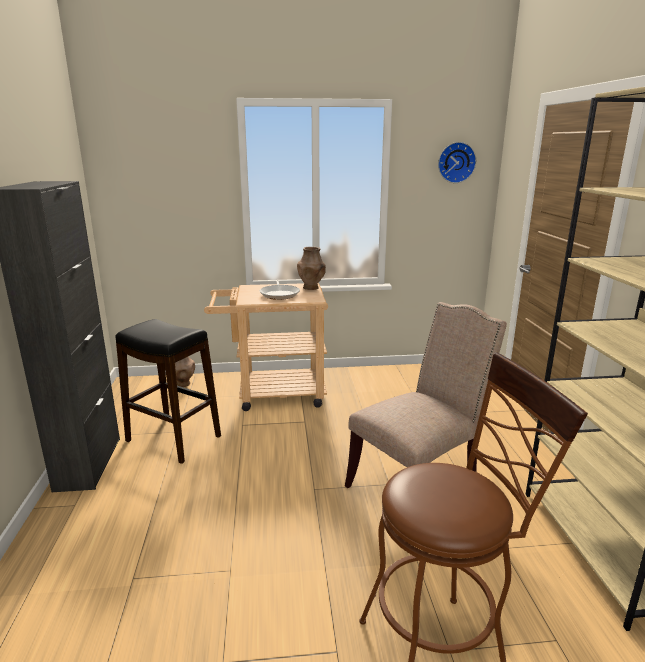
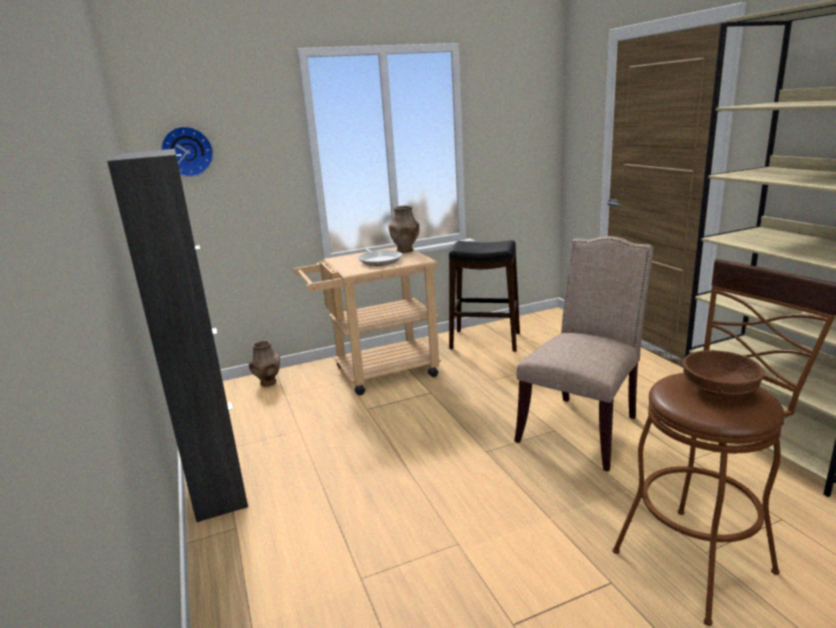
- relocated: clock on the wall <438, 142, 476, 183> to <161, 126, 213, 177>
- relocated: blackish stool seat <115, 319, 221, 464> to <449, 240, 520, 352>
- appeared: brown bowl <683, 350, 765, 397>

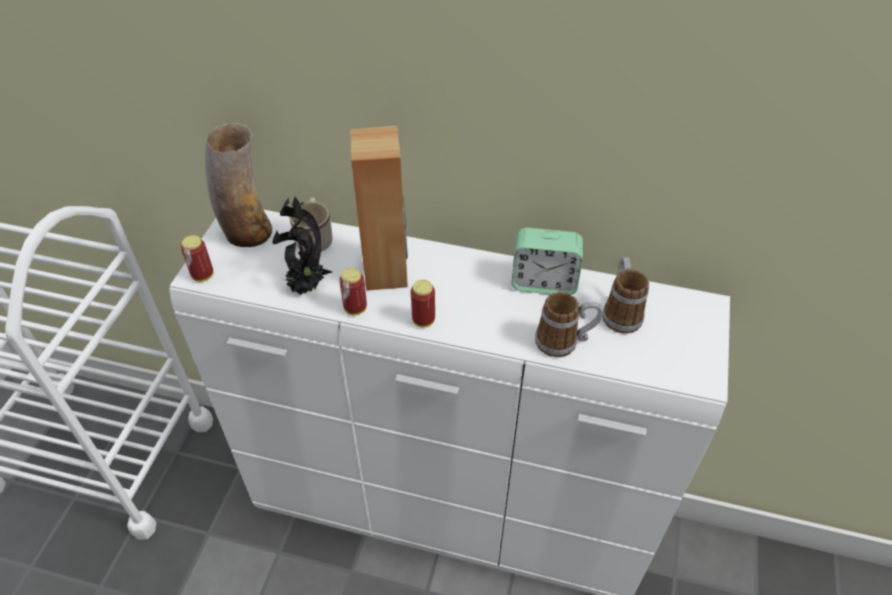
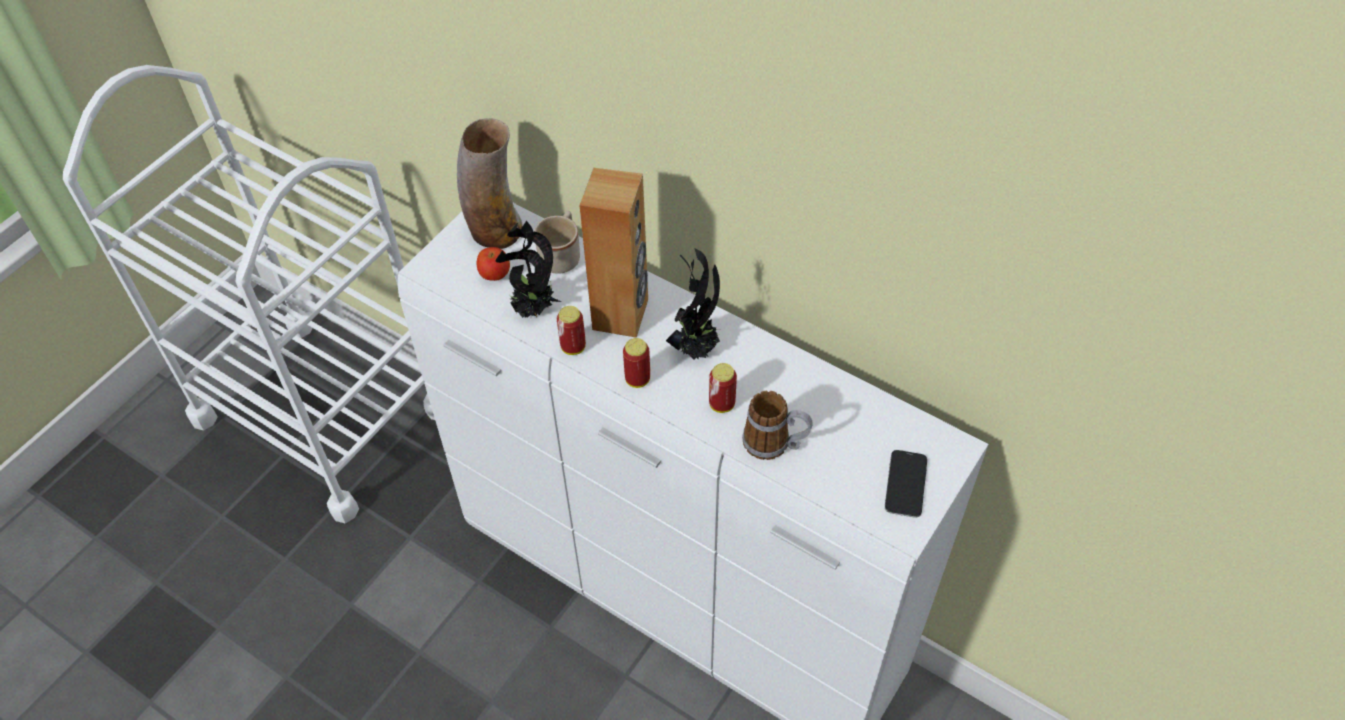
- appeared: whole apple <477, 247, 510, 281>
- appeared: potted plant <666, 248, 720, 360>
- relocated: can <181, 235, 214, 282> to <709, 363, 737, 413>
- appeared: telephone <885, 450, 927, 518>
- missing: table clock <512, 228, 583, 295>
- missing: coffee mug <602, 257, 649, 334>

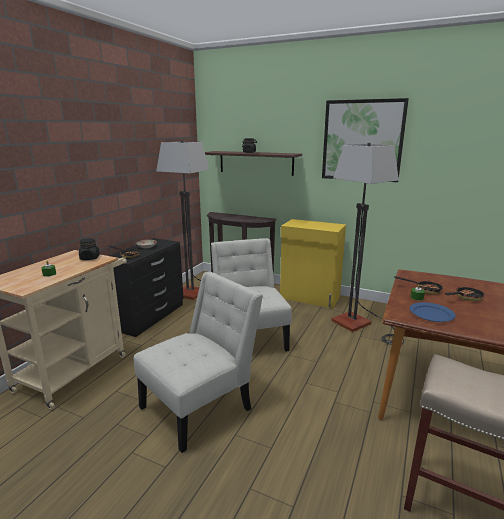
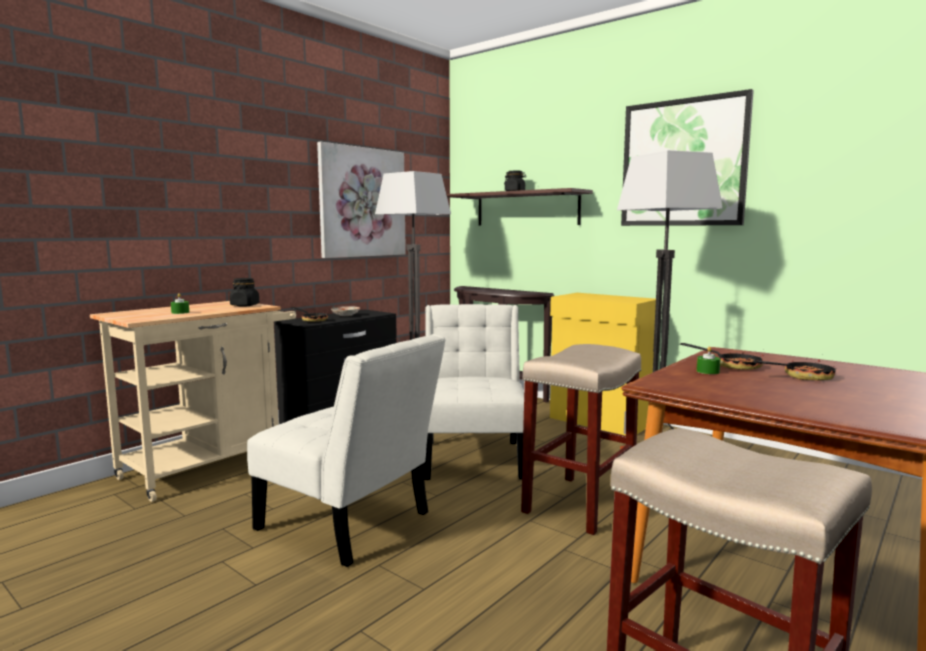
- spun: whitish plain chair <134, 272, 263, 453> = <247, 334, 446, 567> 60 degrees clockwise
- appeared: picture <317, 142, 406, 258>
- appeared: beige stool seat <521, 344, 641, 535>
- missing: blue-coloured plate <410, 302, 455, 322>

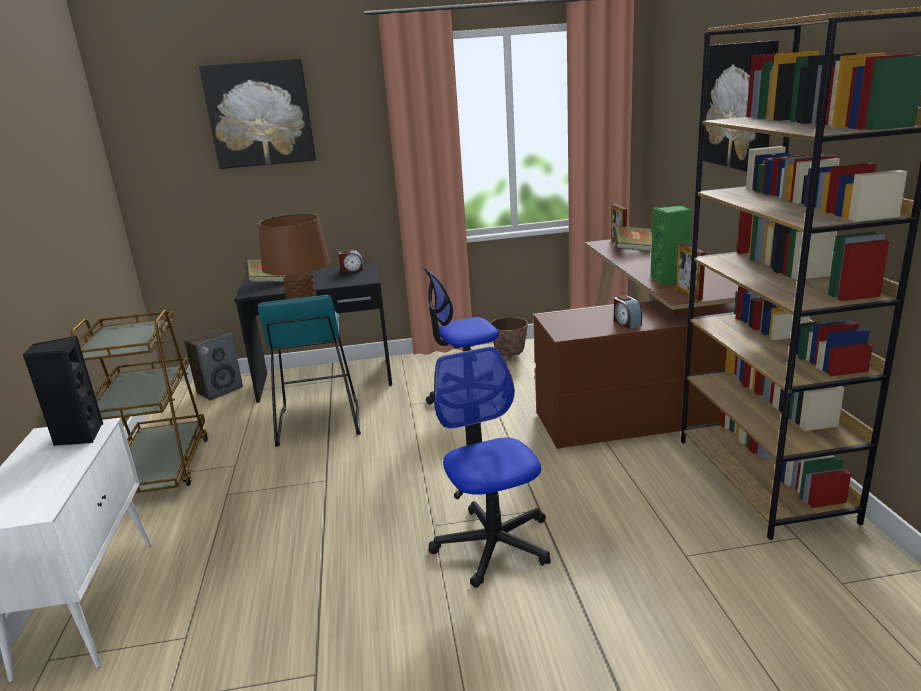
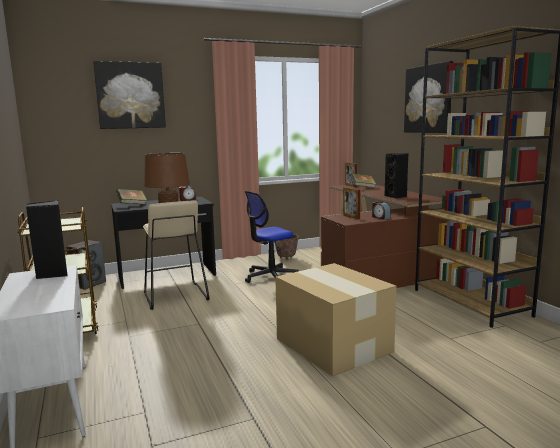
- colour: turquoise-coloured stool seat <258, 295, 361, 447> to beige stool seat <143, 200, 209, 310>
- exchanged: desk chair <429, 346, 551, 588> to packing box <275, 263, 396, 376>
- relocated: standing frame <676, 244, 706, 301> to <343, 188, 361, 219>
- colour: greenish loudspeaker <651, 205, 692, 286> to blackish loudspeaker <384, 153, 408, 199>

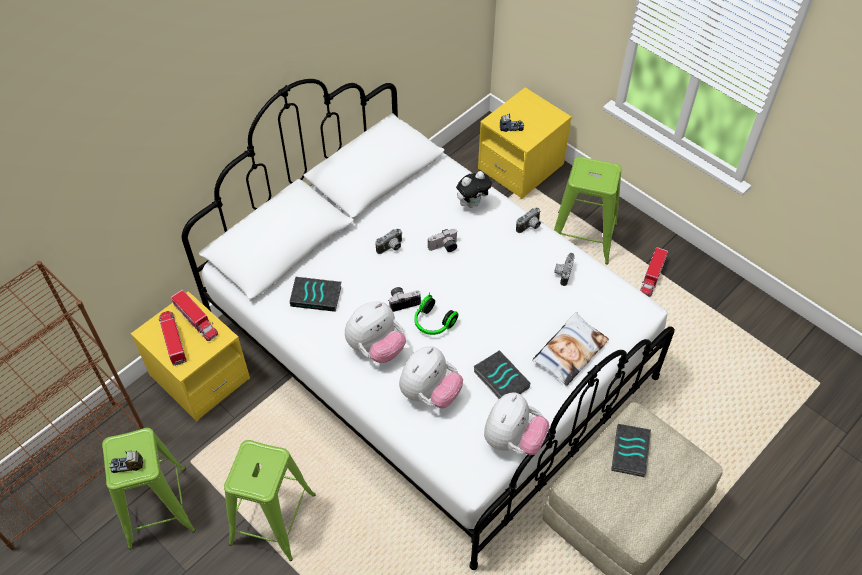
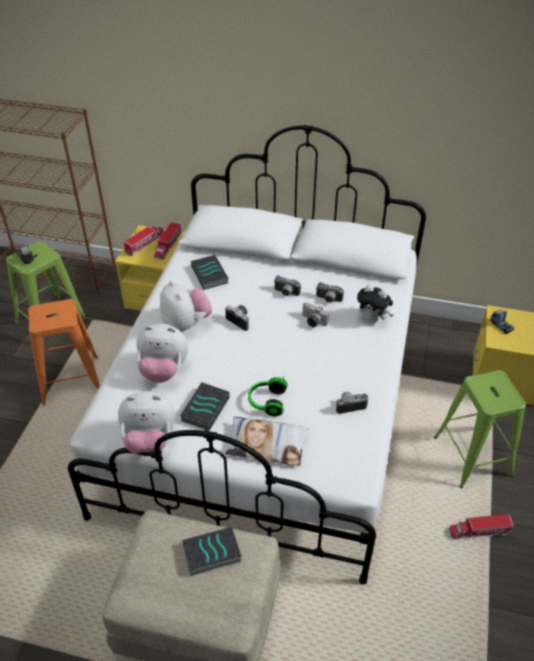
- colour: greenish stool seat <224, 440, 316, 561> to orangey stool seat <28, 299, 100, 405>
- spun: soft toy <345, 301, 406, 363> = <160, 281, 212, 332> 135 degrees counterclockwise
- relocated: headphones <415, 292, 459, 335> to <248, 377, 288, 417>
- relocated: still camera <516, 207, 541, 233> to <316, 282, 344, 303>

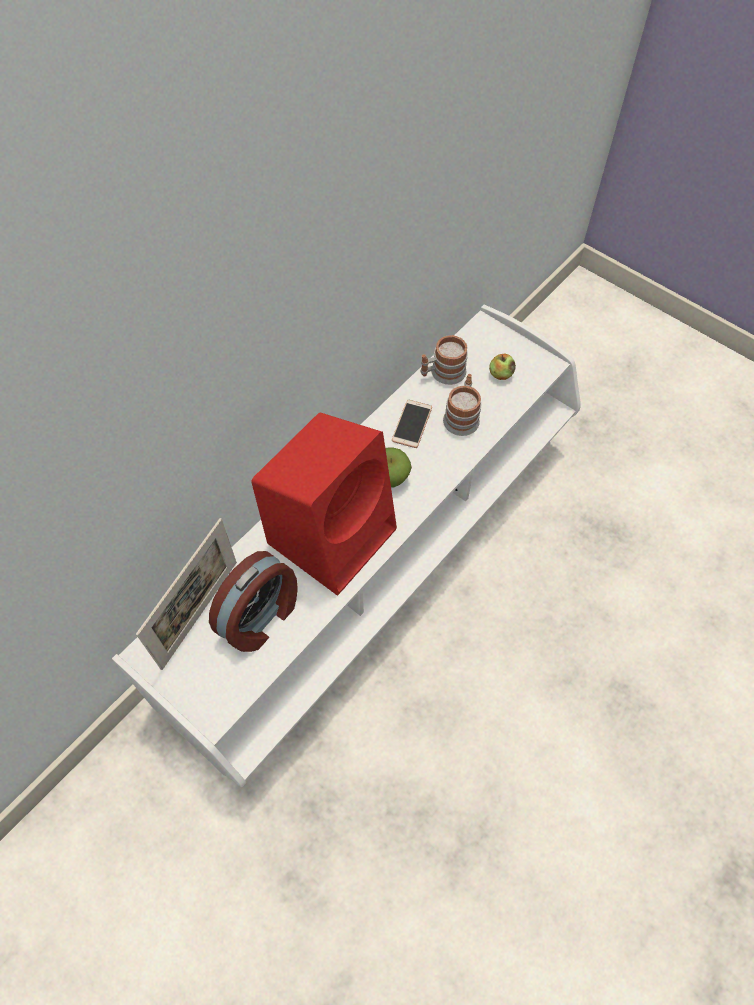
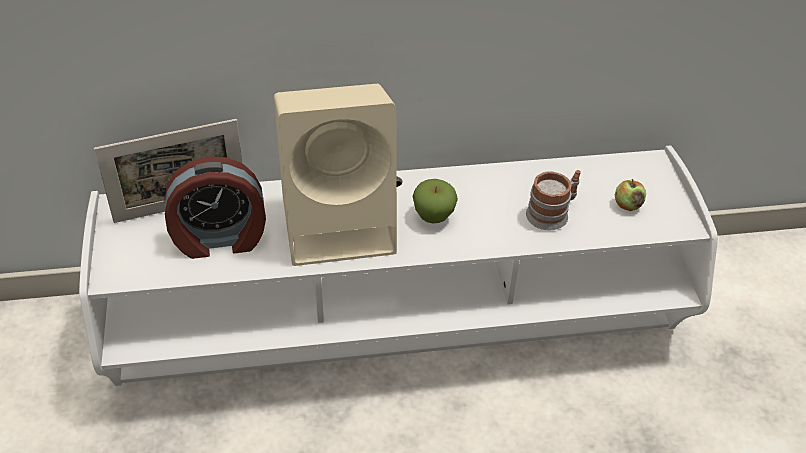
- colour: reddish loudspeaker <251, 412, 397, 596> to beige loudspeaker <274, 84, 397, 266>
- missing: telephone <392, 400, 432, 448>
- missing: coffee mug <420, 335, 468, 385>

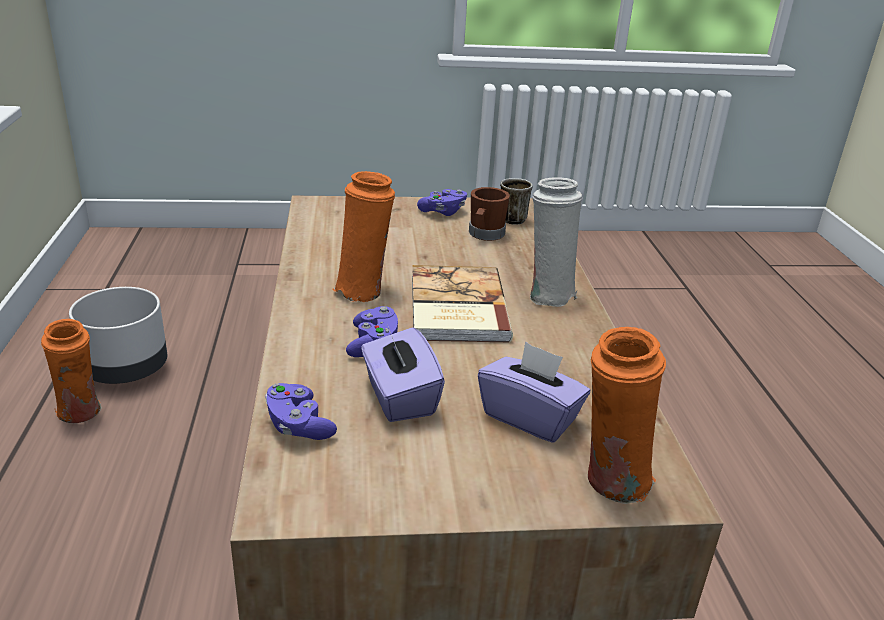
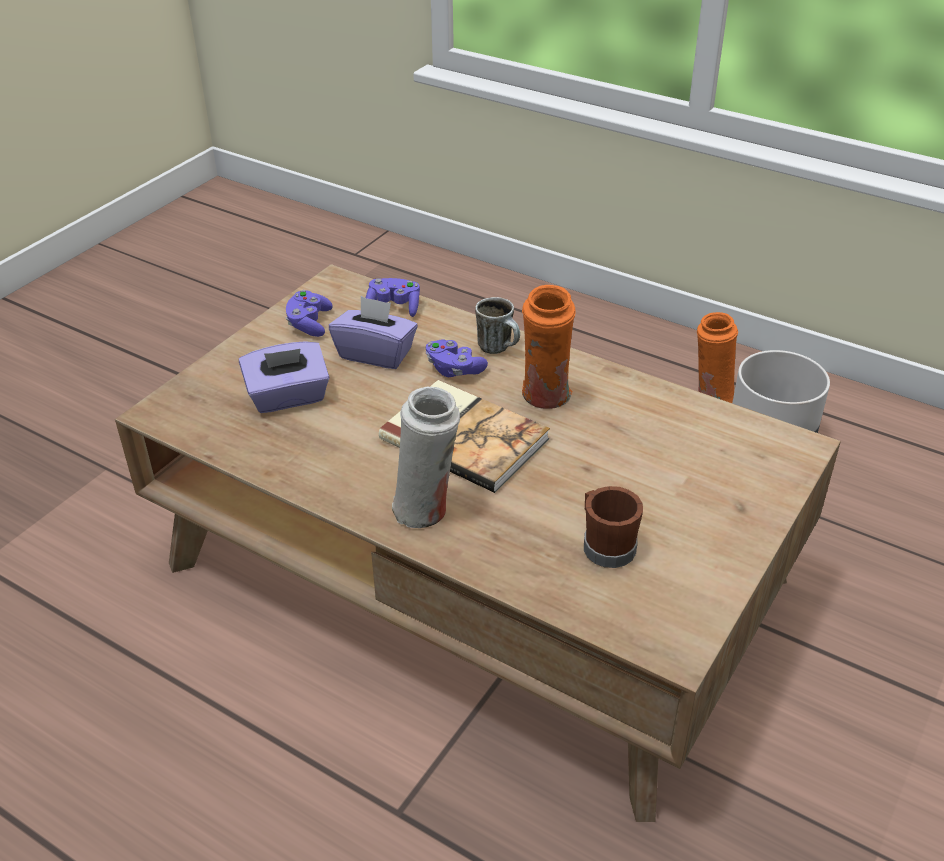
- relocated: purple-coloured gamepad <417, 189, 467, 216> to <286, 290, 333, 337>
- relocated: coffee mug <500, 178, 533, 225> to <475, 297, 520, 354>
- missing: orangey vase <588, 327, 666, 504>

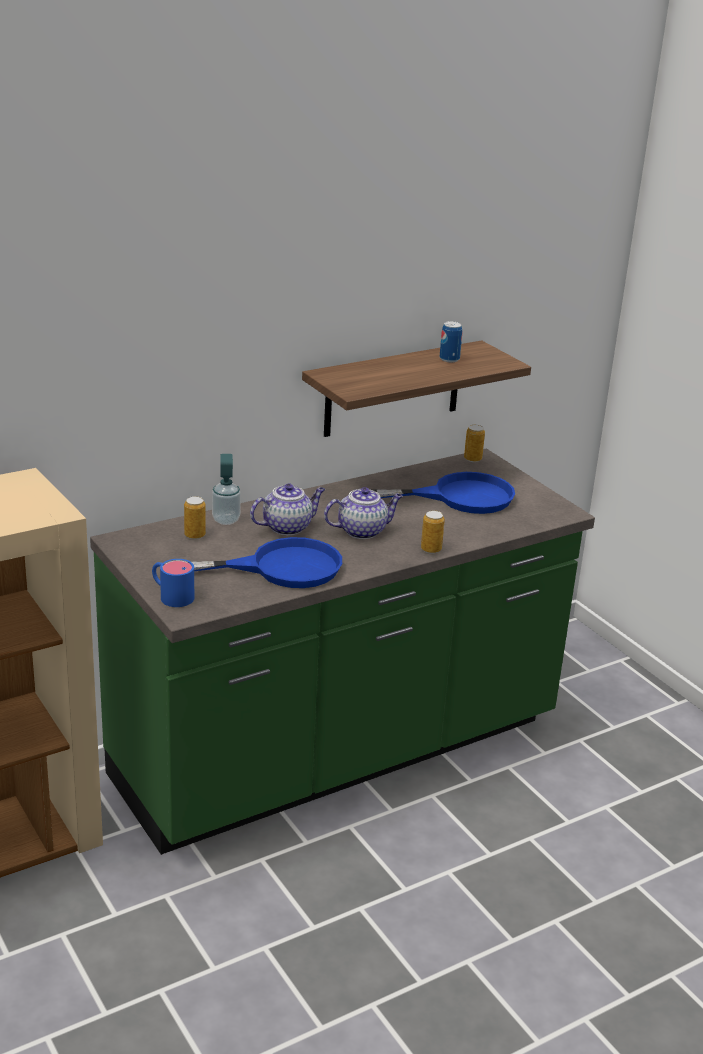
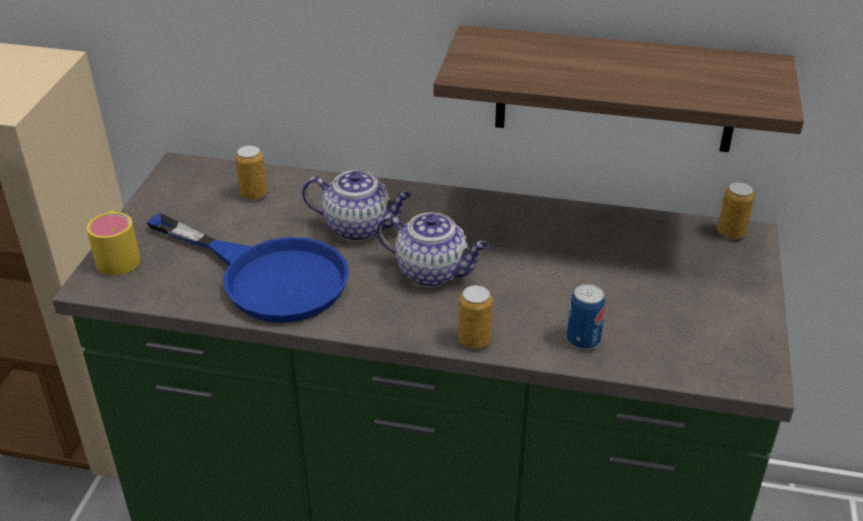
- colour: blue-coloured coffee mug <152, 559, 194, 607> to yellowish coffee mug <87, 210, 141, 276>
- relocated: can <440, 321, 462, 362> to <567, 284, 606, 350>
- missing: soap bottle <212, 454, 241, 525>
- missing: blue-coloured pan <373, 472, 515, 514>

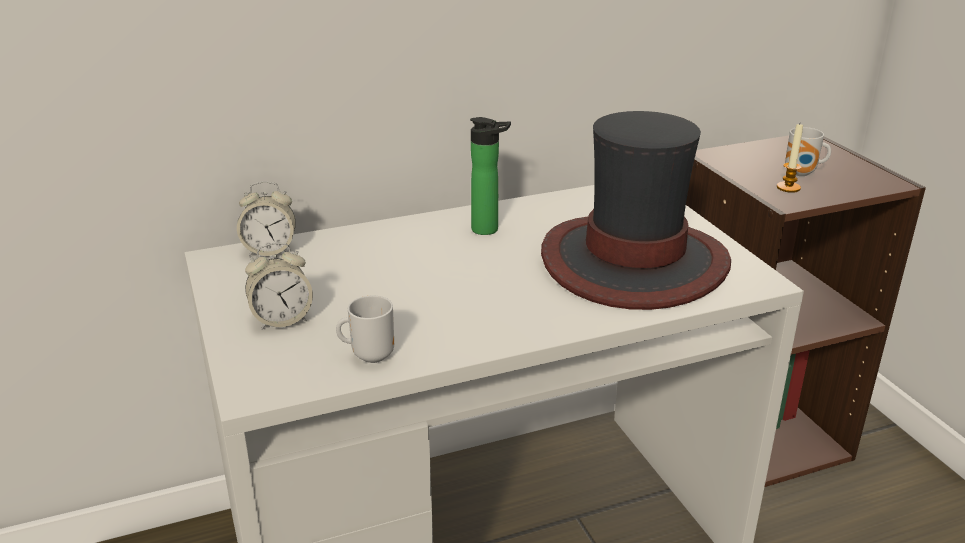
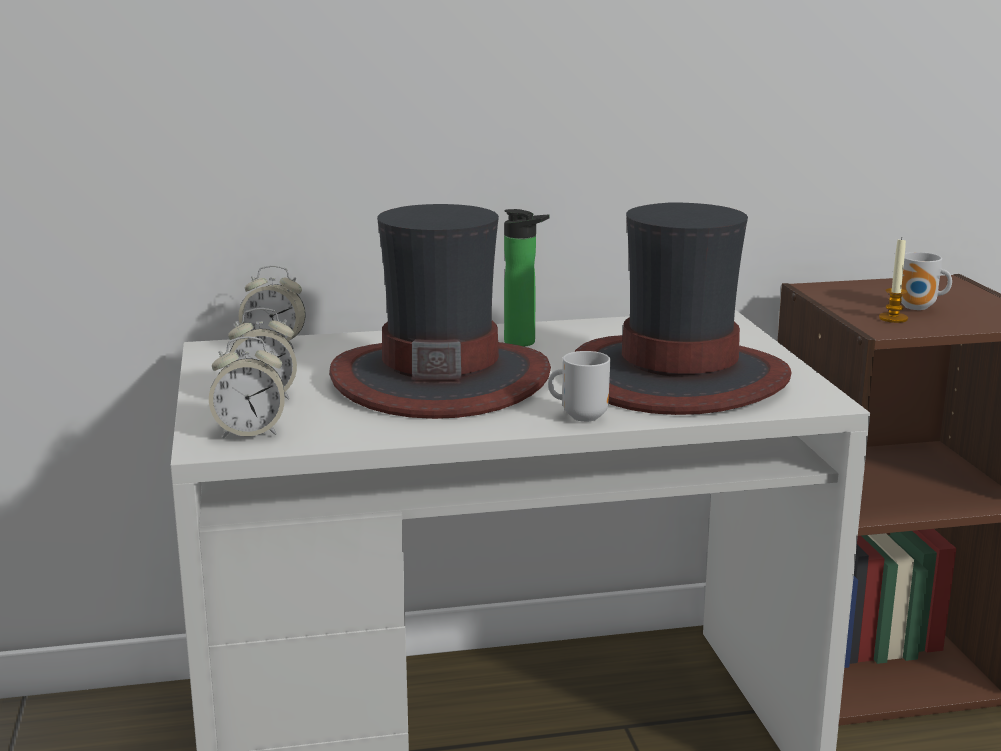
- appeared: table clock <209, 337, 285, 438>
- appeared: hat <329, 204, 551, 419>
- relocated: coffee mug <336, 296, 394, 363> to <548, 351, 610, 422>

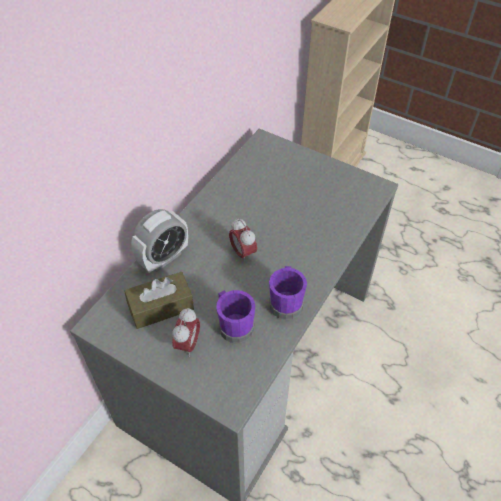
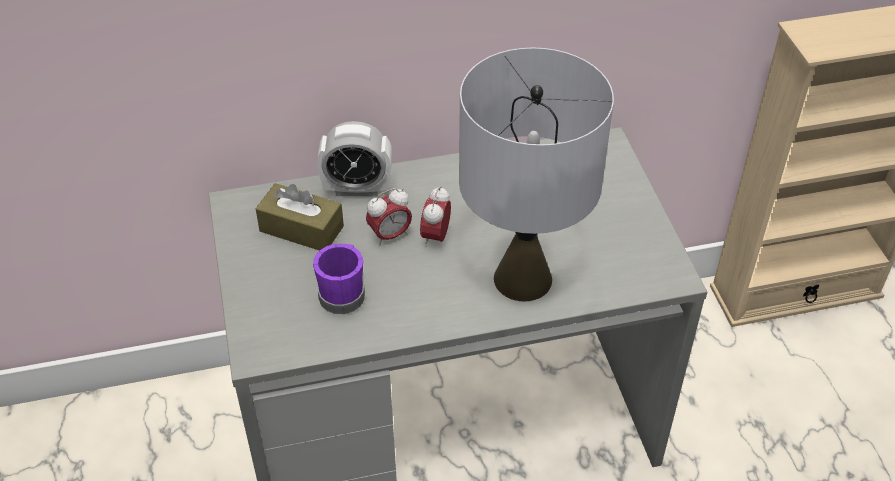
- relocated: table clock <172, 308, 200, 357> to <366, 188, 412, 246>
- appeared: greyish table lamp <459, 47, 614, 301>
- missing: purple-coloured coffee mug <269, 266, 307, 320>

